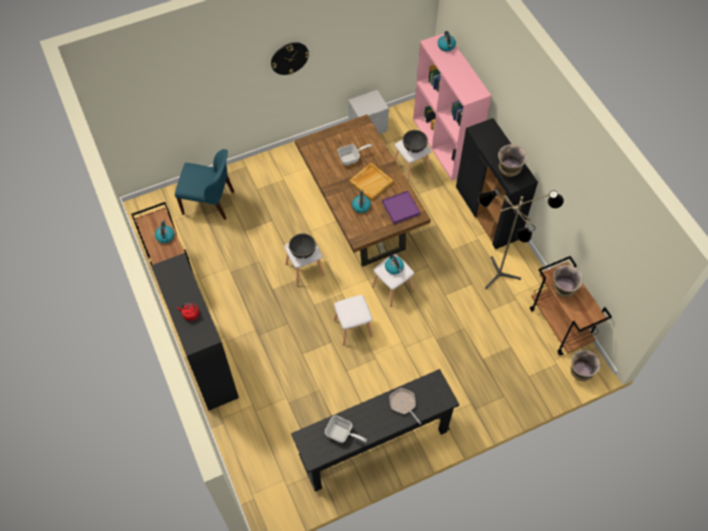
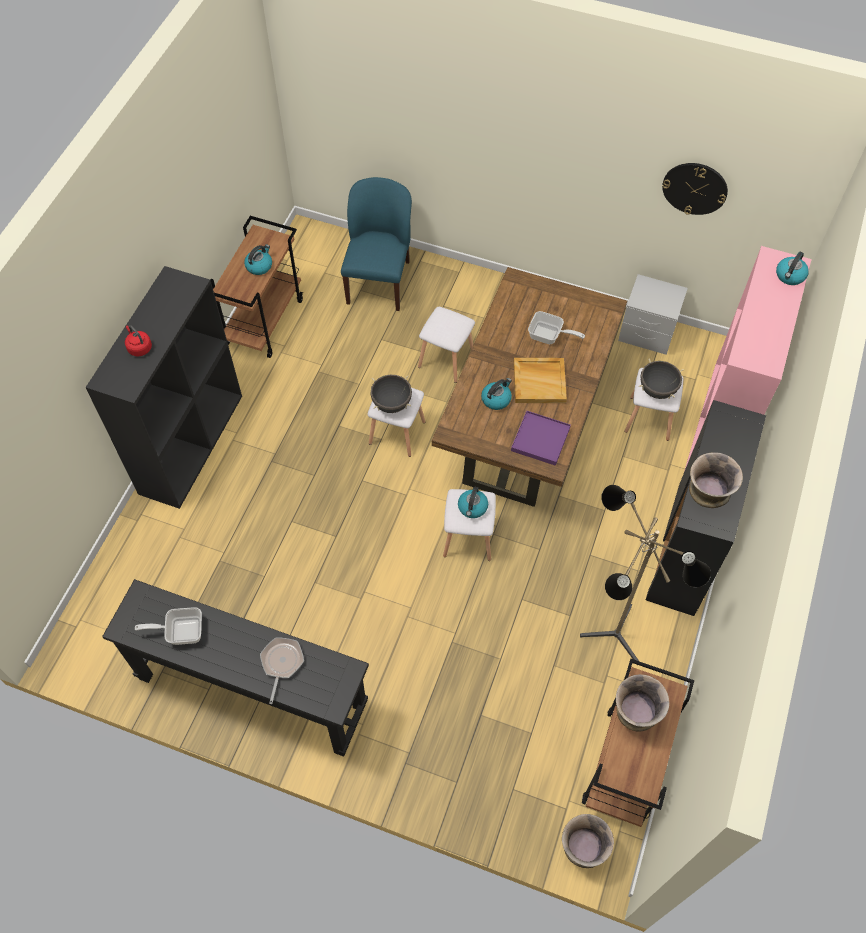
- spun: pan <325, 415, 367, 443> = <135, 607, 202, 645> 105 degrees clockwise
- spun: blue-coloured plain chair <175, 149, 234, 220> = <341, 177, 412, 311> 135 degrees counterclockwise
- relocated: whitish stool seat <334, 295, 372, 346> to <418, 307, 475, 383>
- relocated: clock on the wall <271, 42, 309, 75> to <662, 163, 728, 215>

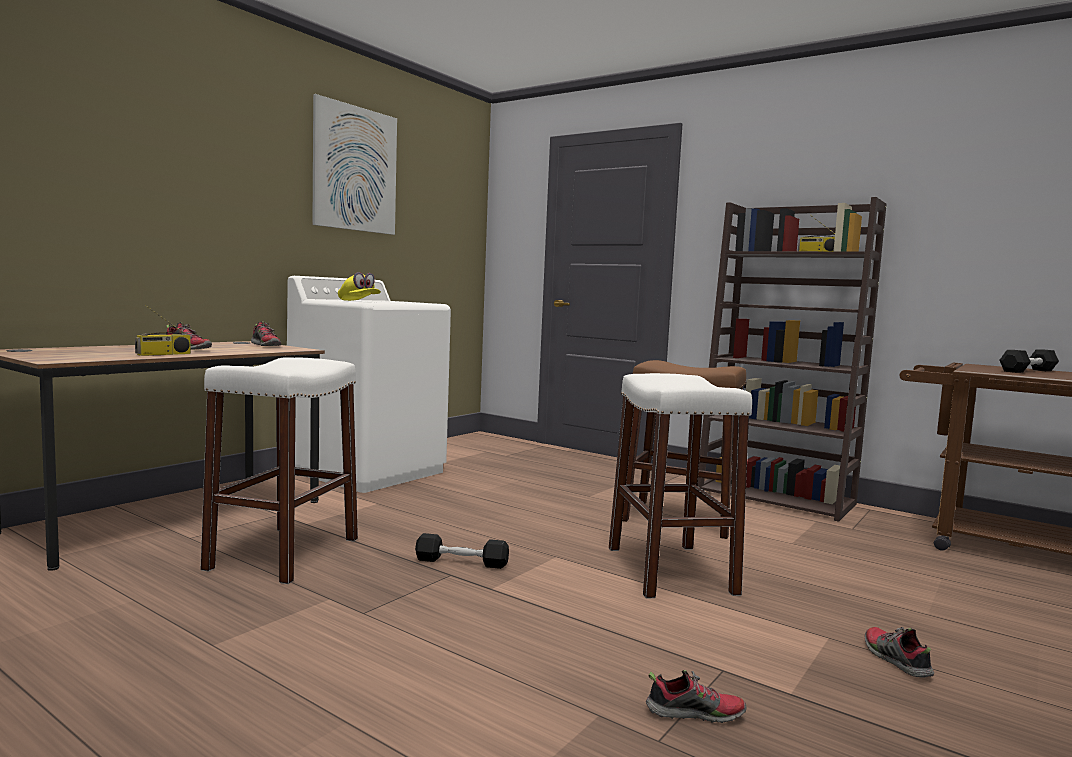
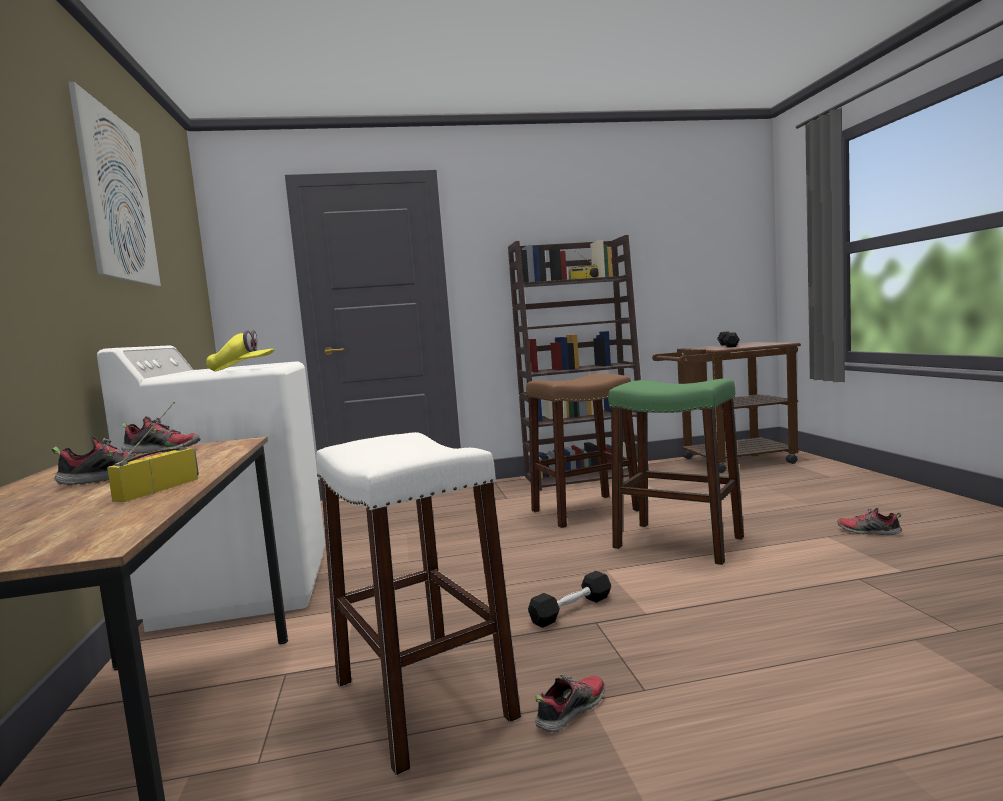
- spun: radio set <135, 305, 191, 356> = <107, 402, 199, 502> 150 degrees counterclockwise
- relocated: shoe <646, 670, 747, 723> to <535, 674, 605, 733>
- colour: whitish stool seat <609, 373, 752, 599> to greenish stool seat <608, 379, 744, 565>

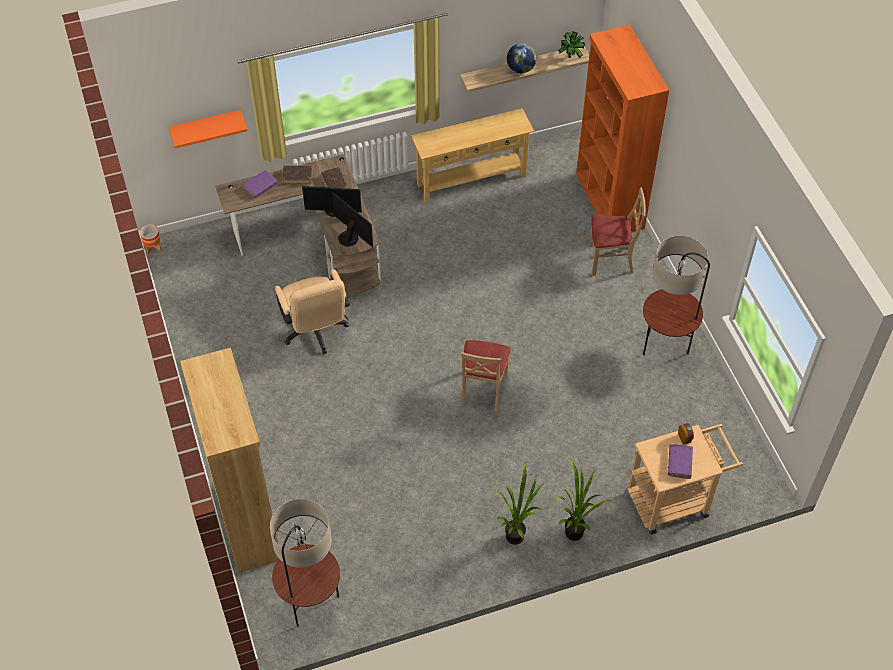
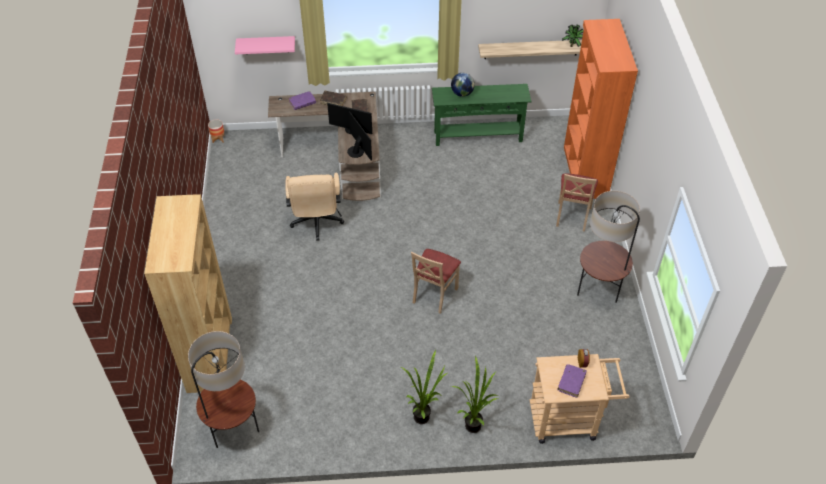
- colour: orangey bracket shelf <169, 110, 248, 149> to pink bracket shelf <235, 36, 295, 55>
- colour: beige console table <411, 108, 534, 203> to greenish console table <432, 84, 531, 146>
- relocated: world globe <507, 43, 536, 73> to <451, 73, 475, 97>
- spun: beige plain chair <589, 188, 646, 276> = <556, 173, 598, 232> 90 degrees clockwise

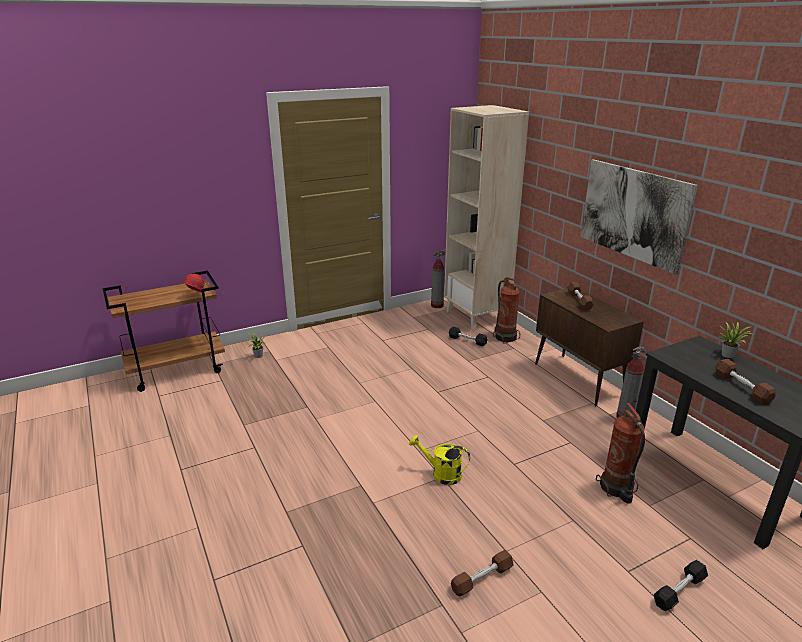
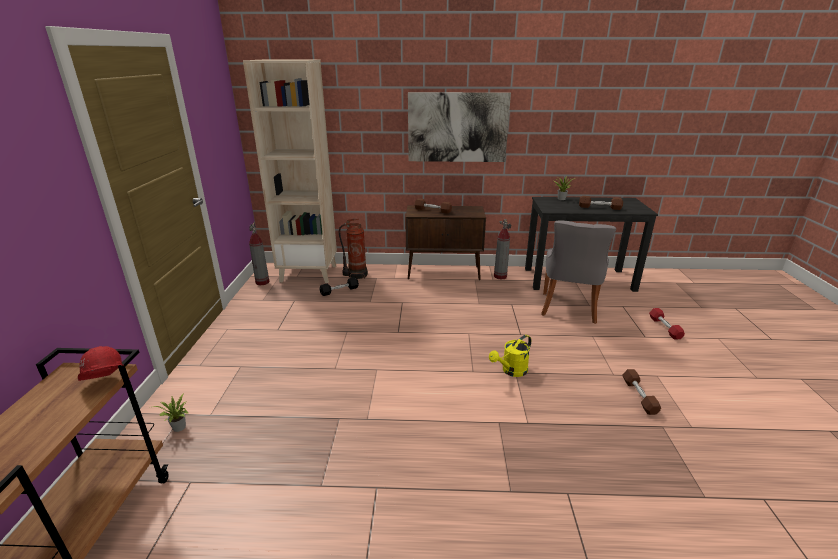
- exchanged: extinguisher <596, 403, 645, 504> to greyish plain chair <541, 221, 616, 324>
- colour: blackish dumbbell <654, 560, 708, 611> to reddish dumbbell <649, 308, 685, 340>

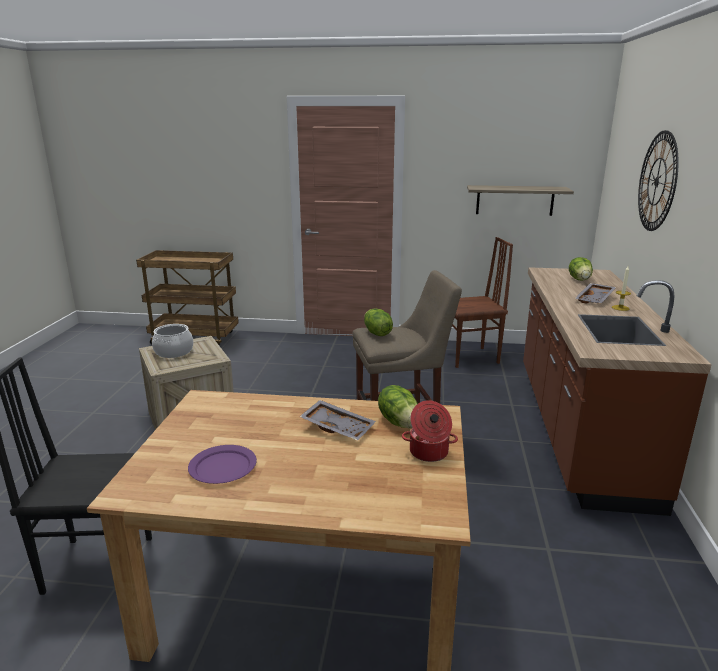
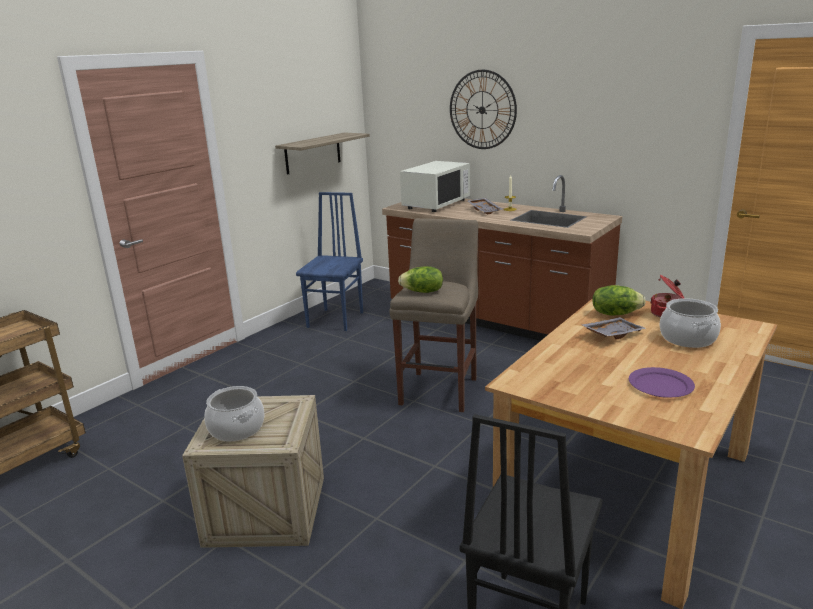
- colour: brown plain chair <452, 237, 513, 368> to blue-coloured plain chair <296, 192, 363, 331>
- exchanged: head of lettuce <569, 257, 593, 281> to whitish microwave oven <400, 161, 470, 212>
- appeared: stockpot <660, 299, 721, 348>

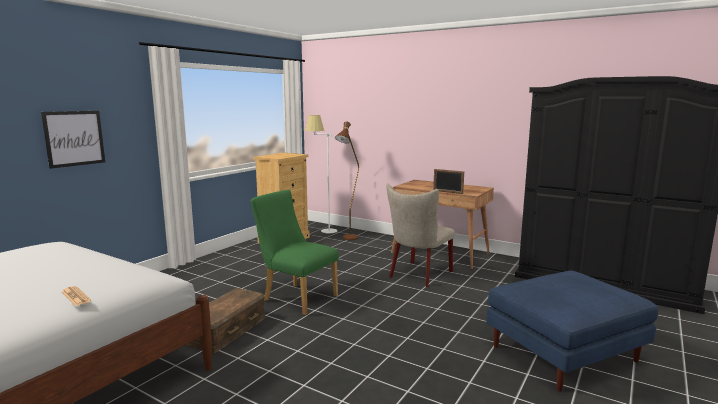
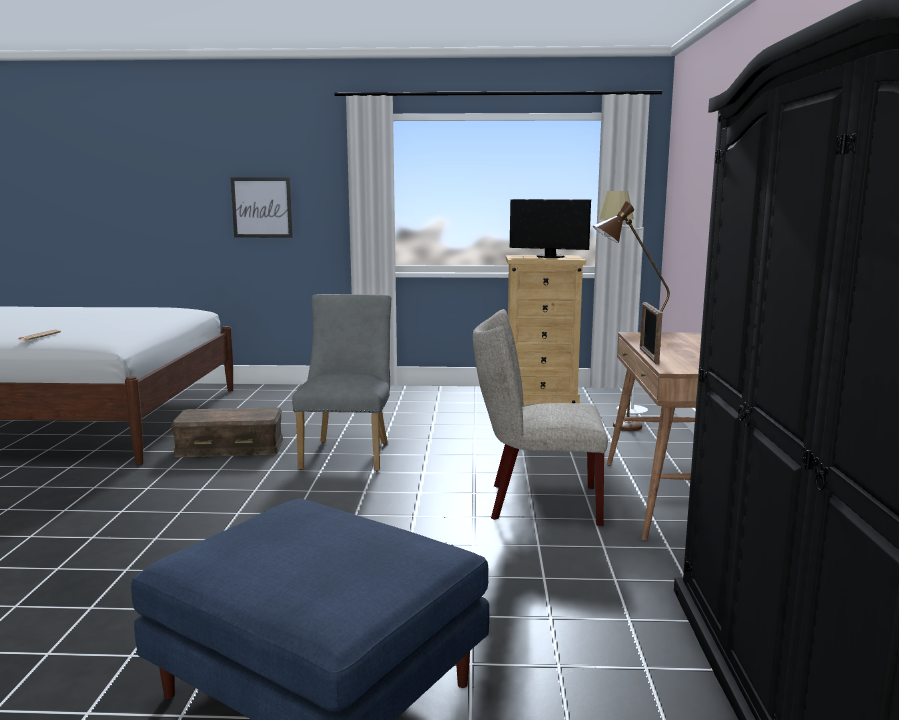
- colour: greenish plain chair <251, 190, 339, 315> to greyish plain chair <292, 294, 391, 471>
- appeared: computer screen <510, 199, 591, 258>

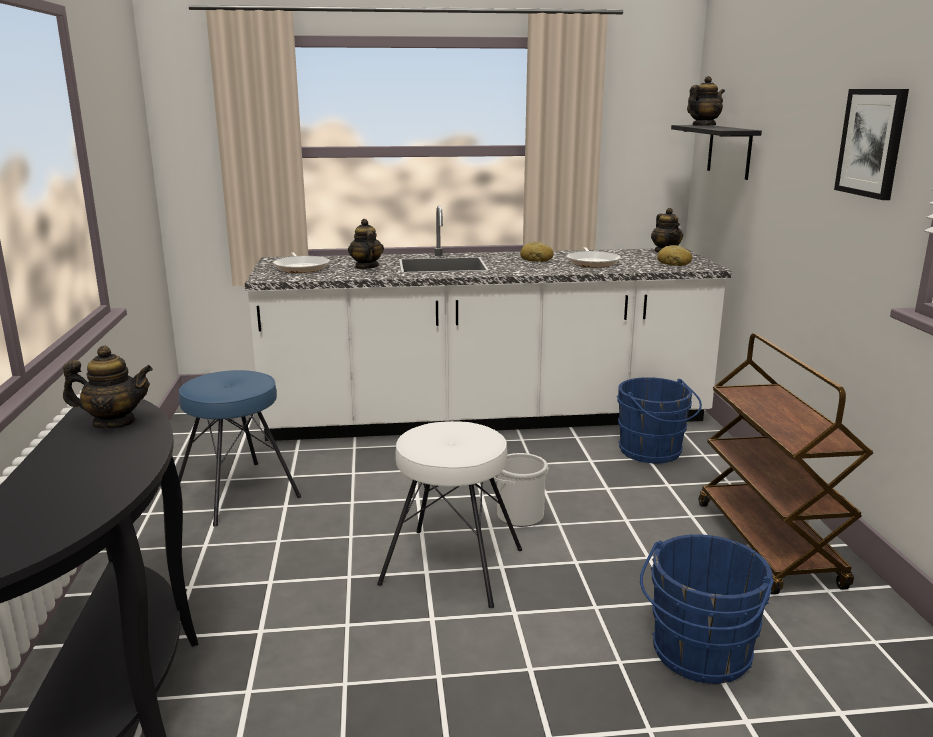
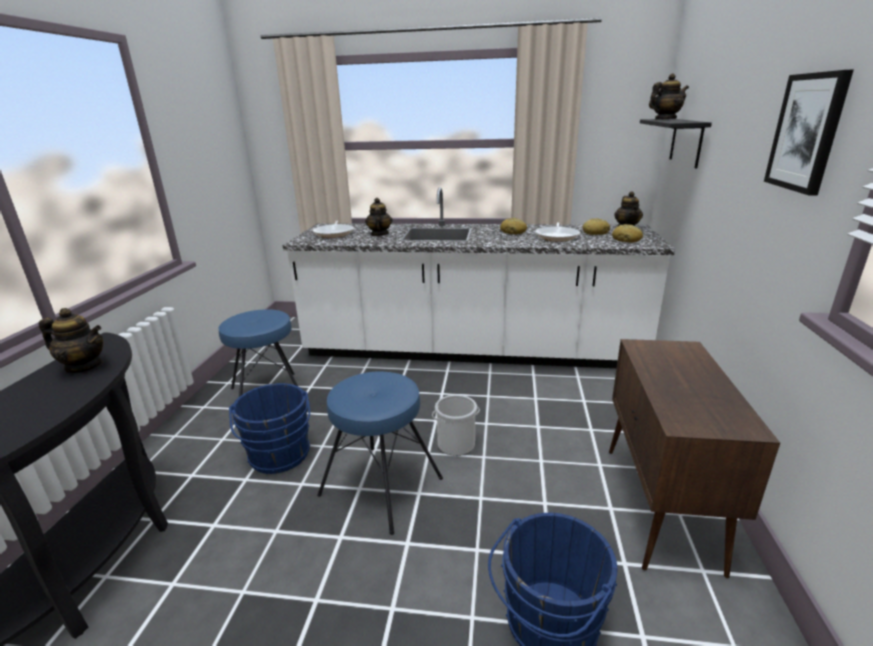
- relocated: blue-coloured pail <617, 377, 702, 463> to <229, 383, 310, 474>
- colour: whitish stool seat <377, 421, 522, 608> to blue-coloured stool seat <317, 372, 443, 535>
- appeared: bakery bread <582, 218, 610, 235>
- exchanged: brown wheeled cart <699, 333, 873, 595> to brown cabinet <609, 339, 780, 578>

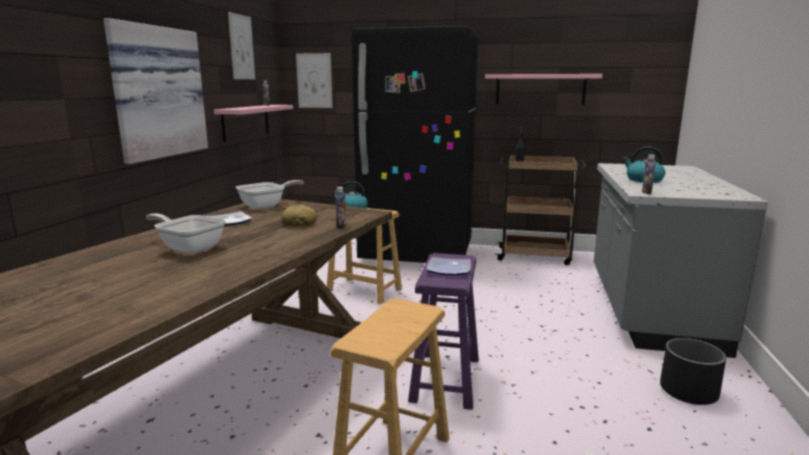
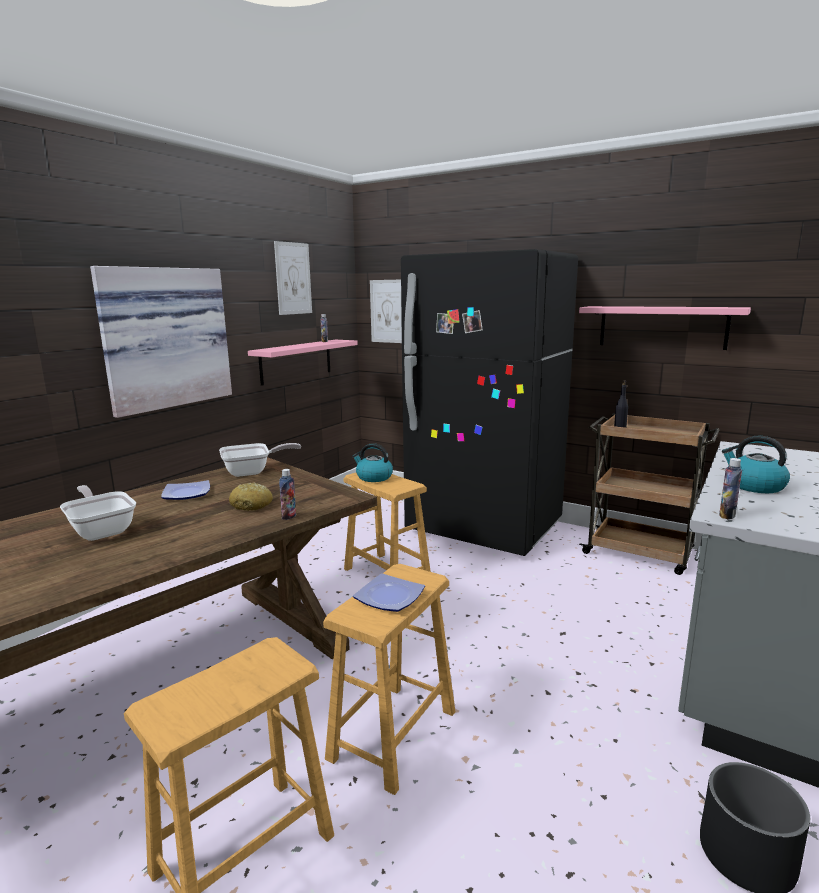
- colour: purple-coloured stool seat <408, 253, 479, 410> to brown stool seat <323, 564, 456, 795>

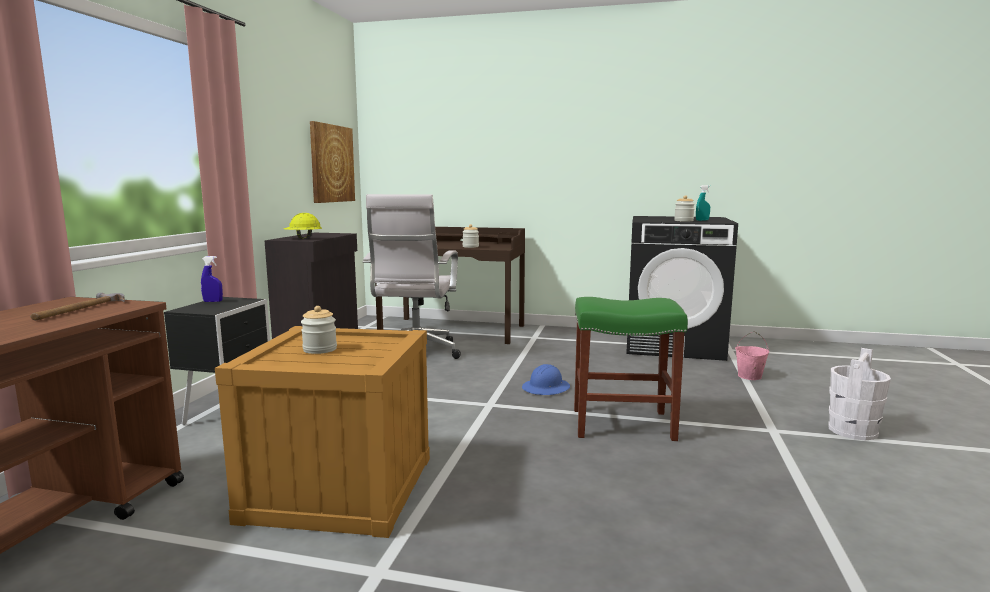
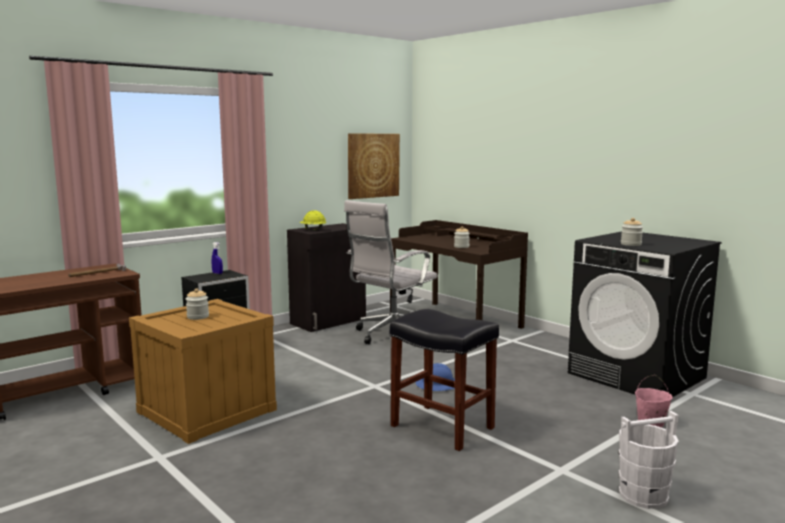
- colour: greenish stool seat <574, 297, 688, 441> to blackish stool seat <390, 309, 499, 451>
- missing: turquoise-coloured spray bottle <696, 185, 710, 221>

